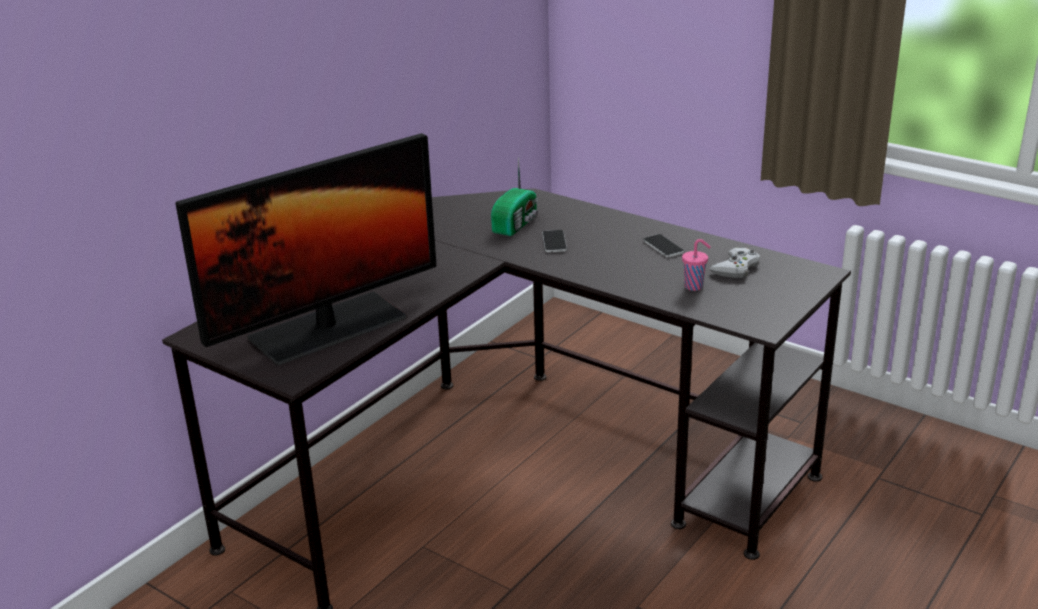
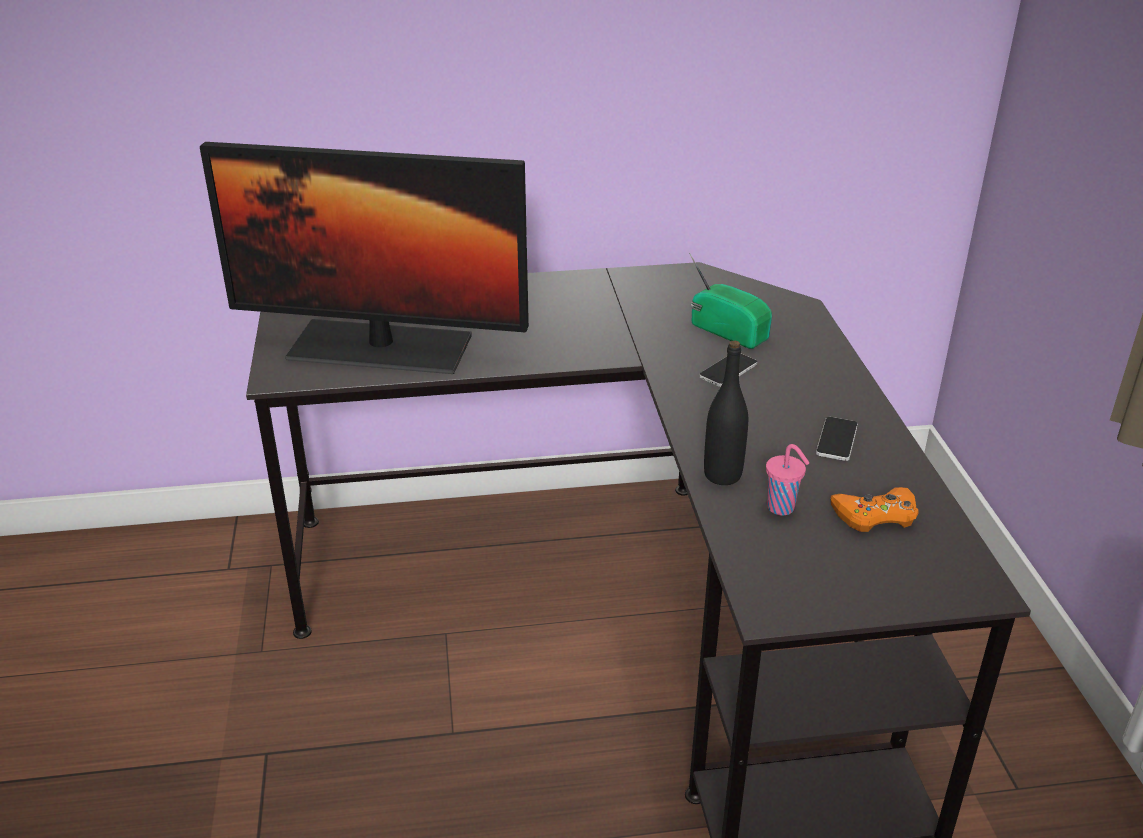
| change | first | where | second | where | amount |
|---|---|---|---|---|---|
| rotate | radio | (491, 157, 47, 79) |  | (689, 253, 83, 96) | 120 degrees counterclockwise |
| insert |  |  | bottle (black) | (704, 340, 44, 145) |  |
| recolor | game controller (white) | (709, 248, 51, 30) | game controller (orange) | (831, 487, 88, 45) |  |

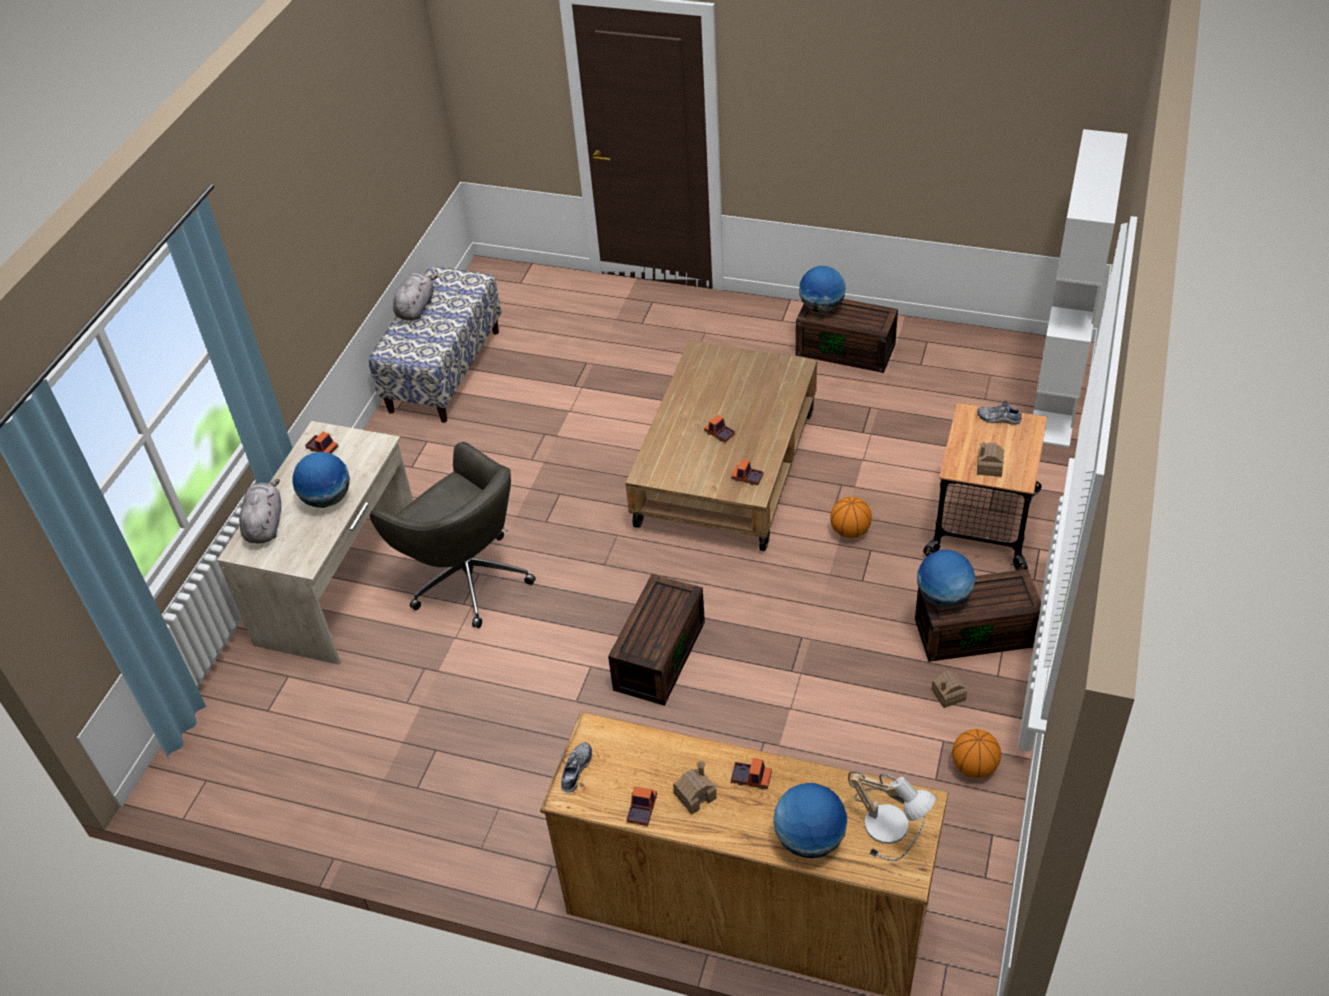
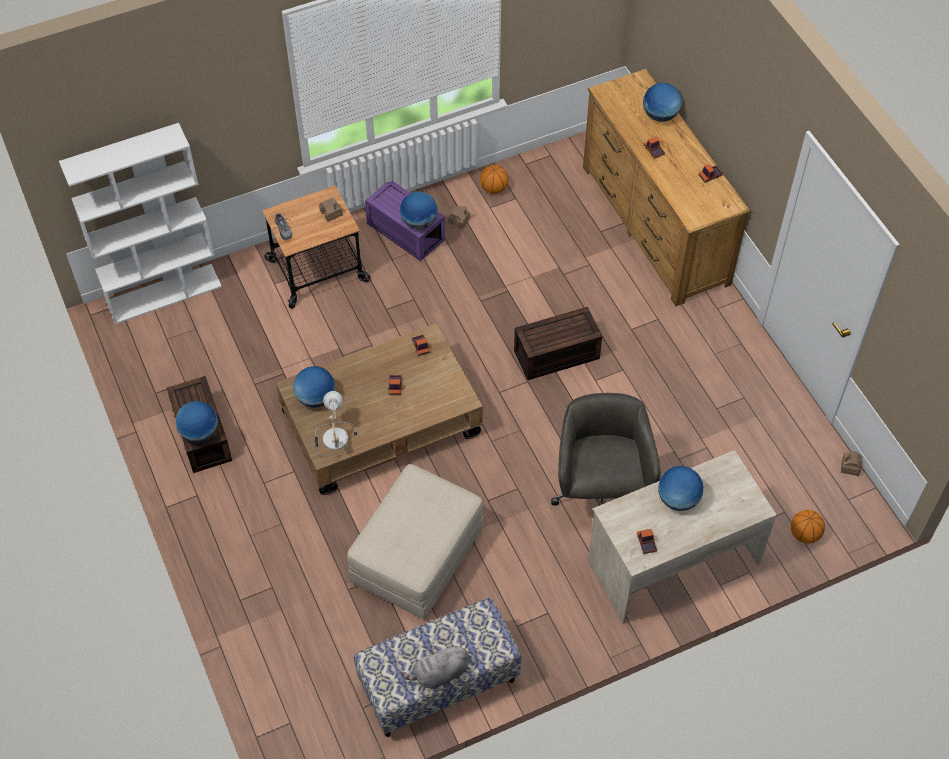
| change | first | where | second | where | amount |
|---|---|---|---|---|---|
| insert |  |  | globe | (293, 366, 42, 42) |  |
| move | table lamp | (848, 771, 88, 90) |  | (314, 391, 43, 66) |  |
| insert |  |  | ottoman (beige) | (347, 464, 136, 156) |  |
| recolor | storage box (brown) | (915, 569, 126, 93) | storage box (purple) | (365, 181, 80, 80) |  |
| move | basketball | (830, 497, 42, 41) |  | (791, 510, 34, 34) |  |
| move | toy house | (673, 761, 44, 54) |  | (841, 451, 22, 25) |  |
| delete | plush toy (grey) | (239, 479, 42, 65) |  |  |  |
| delete | shoe | (561, 742, 31, 50) |  |  |  |

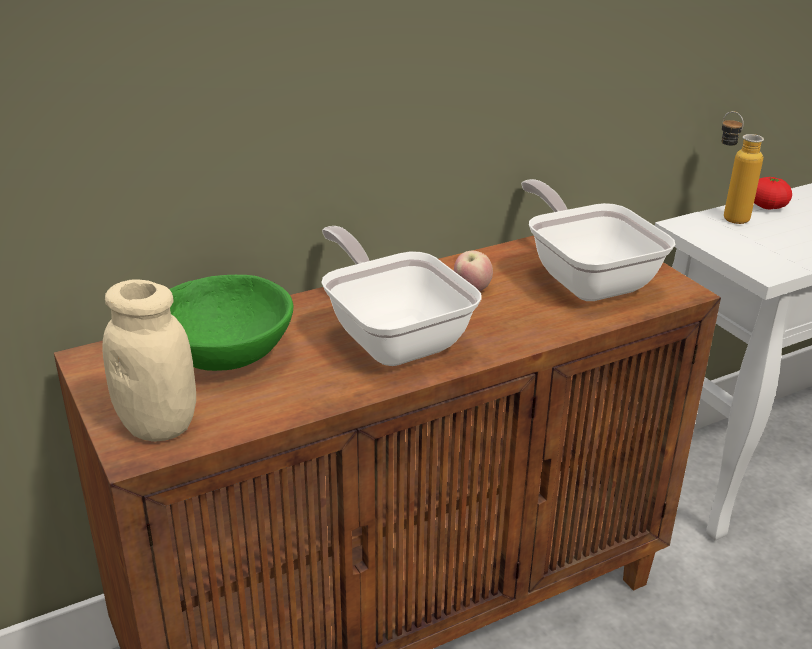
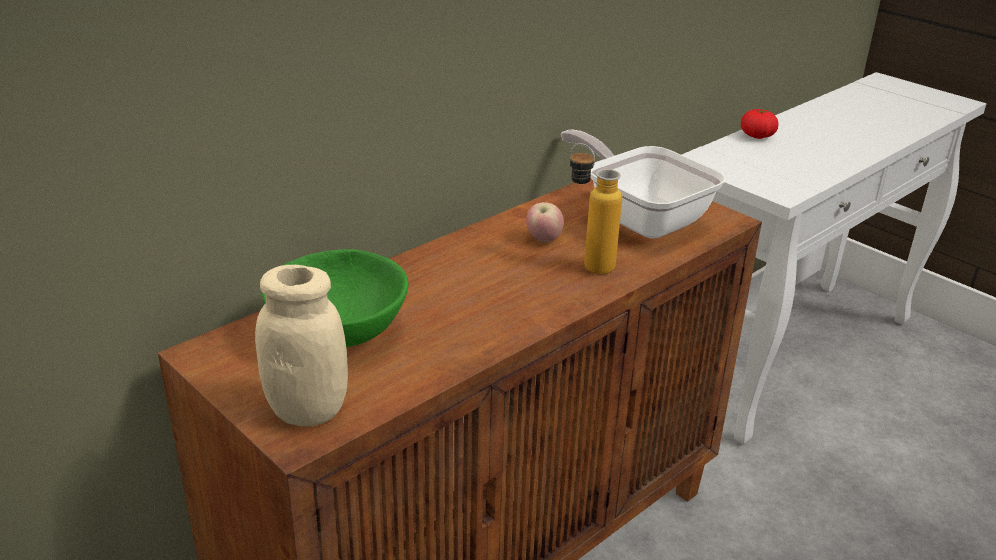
| change | first | where | second | where | amount |
|---|---|---|---|---|---|
| move | bottle | (721, 111, 43, 113) |  | (570, 143, 52, 132) |  |
| delete | frying pan | (321, 226, 161, 140) |  |  |  |

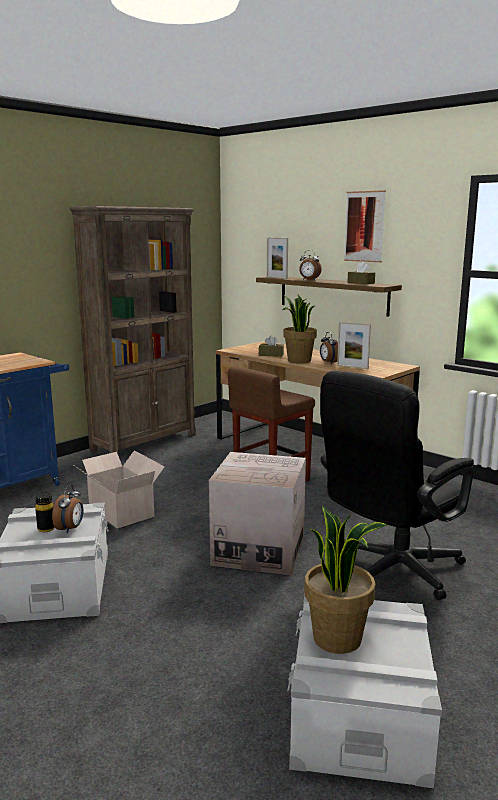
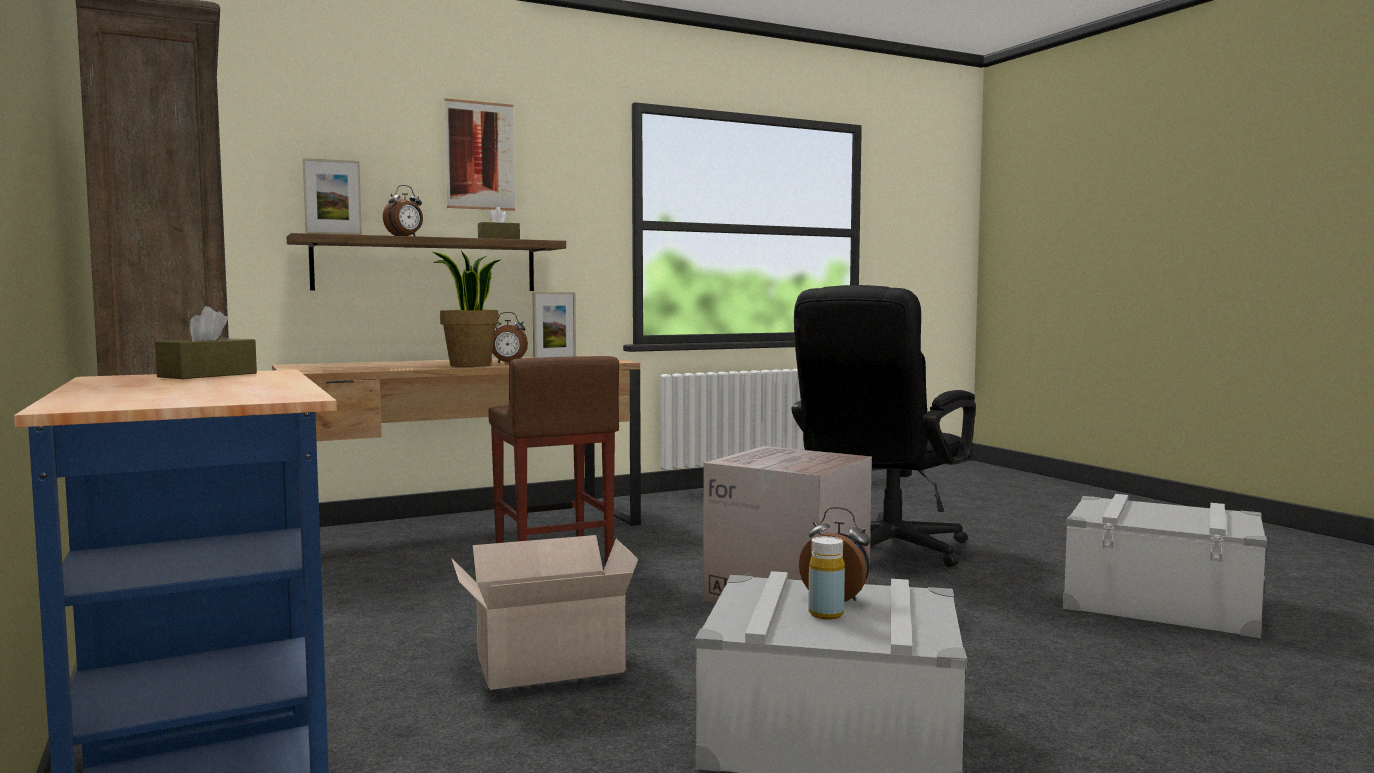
| change | first | where | second | where | amount |
|---|---|---|---|---|---|
| move | tissue box (brown) | (259, 335, 25, 22) |  | (155, 306, 102, 73) |  |
| rotate | office chair (black) | (320, 371, 154, 229) |  | (791, 285, 185, 282) | 60 degrees clockwise |
| recolor | bottle (black) | (35, 492, 20, 40) | bottle (yellow) | (808, 536, 37, 84) |  |
| delete | potted plant | (304, 506, 83, 148) |  |  |  |

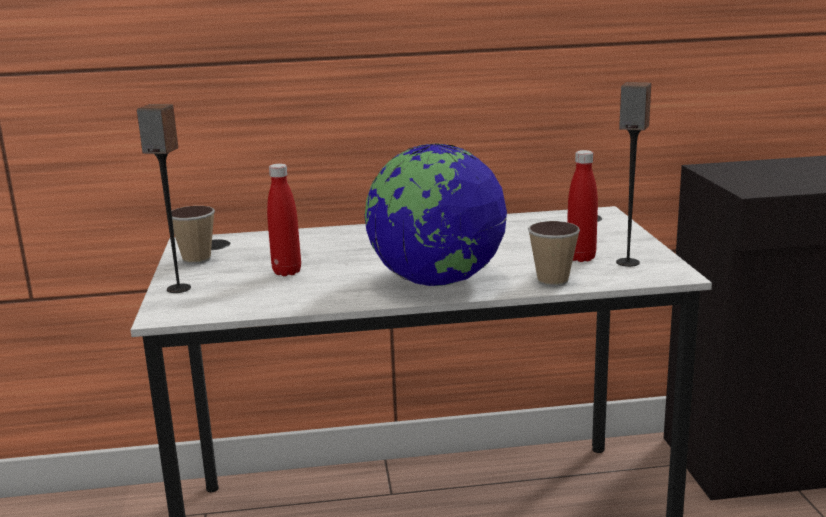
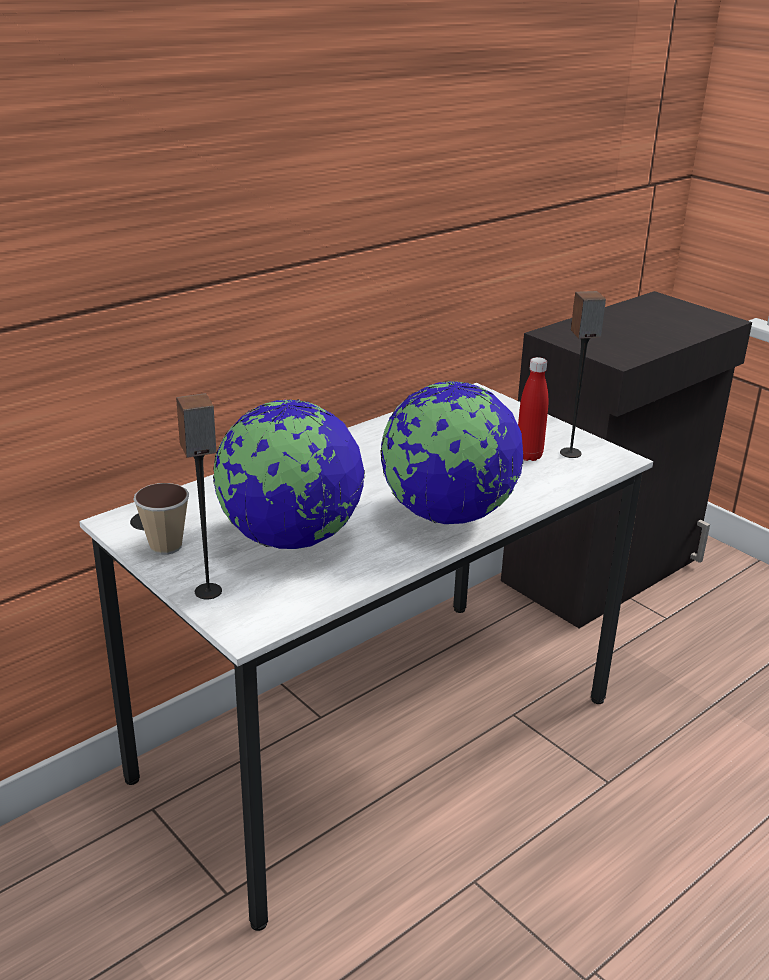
| change | first | where | second | where | amount |
|---|---|---|---|---|---|
| replace | bottle (red) | (267, 164, 34, 112) | globe | (213, 399, 152, 150) |  |
| delete | cup | (528, 221, 52, 66) |  |  |  |

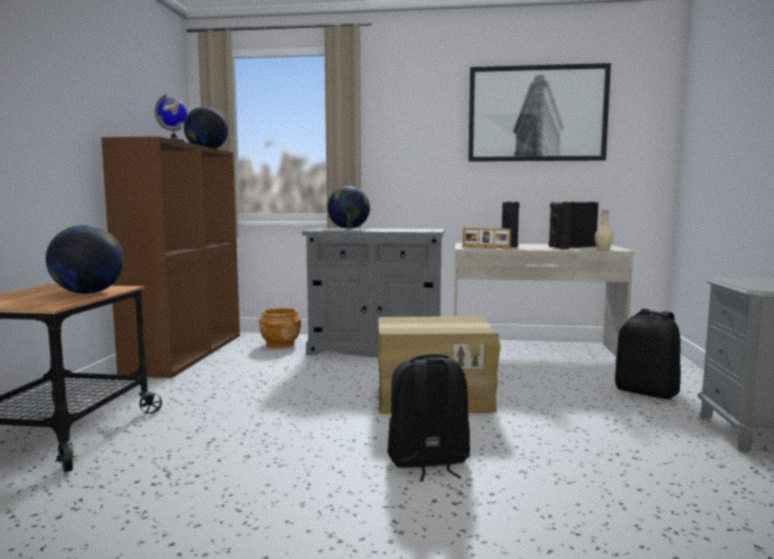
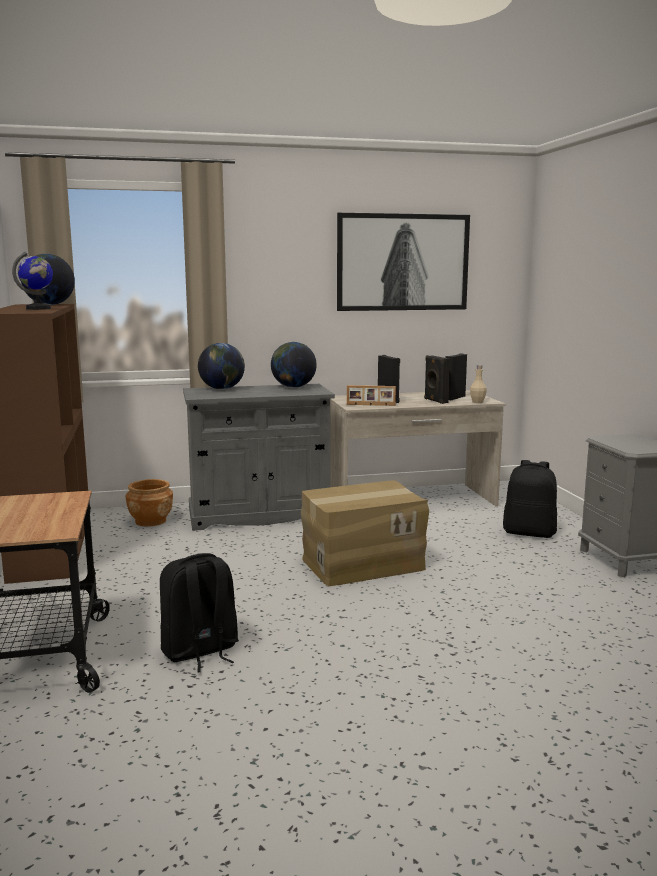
| change | first | where | second | where | amount |
|---|---|---|---|---|---|
| move | backpack (black) | (387, 354, 83, 128) |  | (160, 553, 79, 120) |  |
| move | globe | (46, 225, 78, 69) |  | (271, 342, 46, 46) |  |

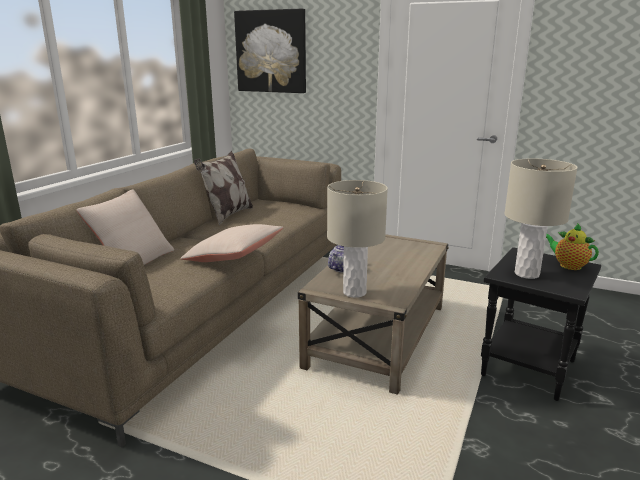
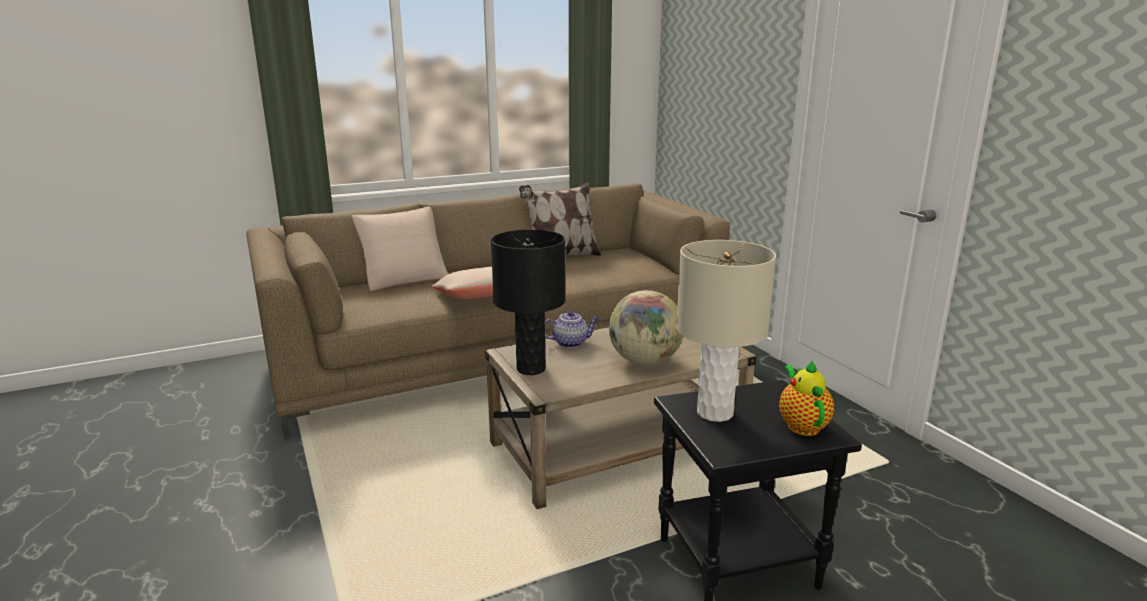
| change | first | where | second | where | amount |
|---|---|---|---|---|---|
| recolor | table lamp (beige) | (327, 180, 61, 118) | table lamp (black) | (491, 229, 74, 146) |  |
| insert |  |  | globe | (609, 290, 74, 75) |  |
| delete | picture | (234, 9, 72, 84) |  |  |  |

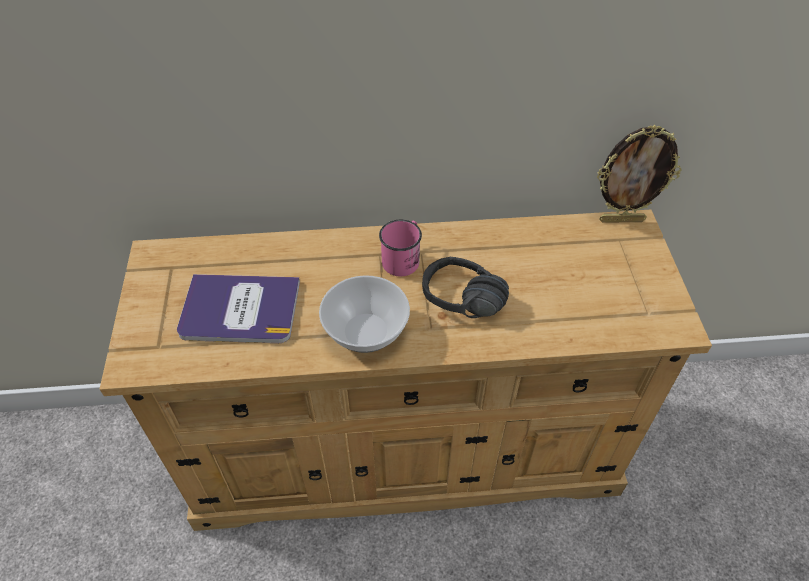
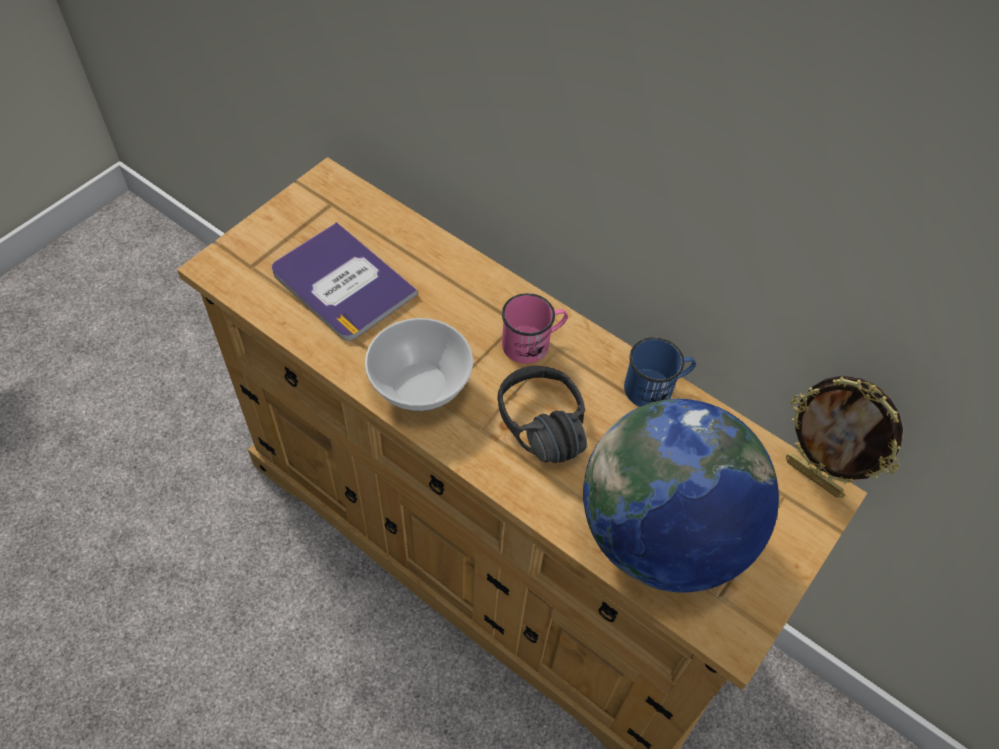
| change | first | where | second | where | amount |
|---|---|---|---|---|---|
| insert |  |  | globe | (583, 399, 196, 193) |  |
| insert |  |  | mug (blue) | (624, 337, 72, 70) |  |

